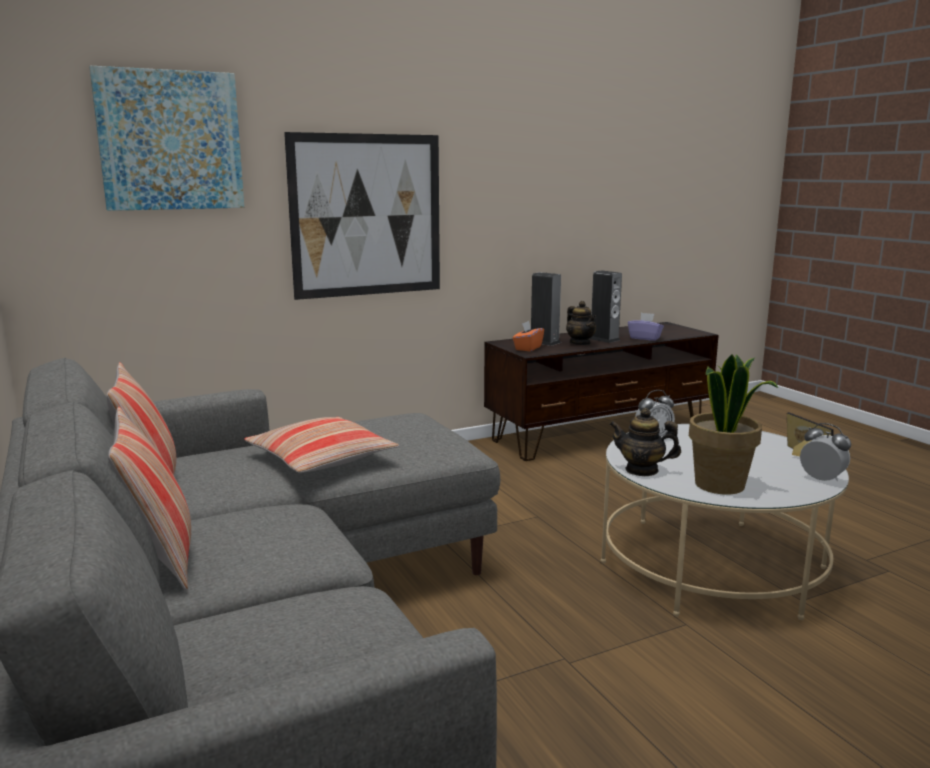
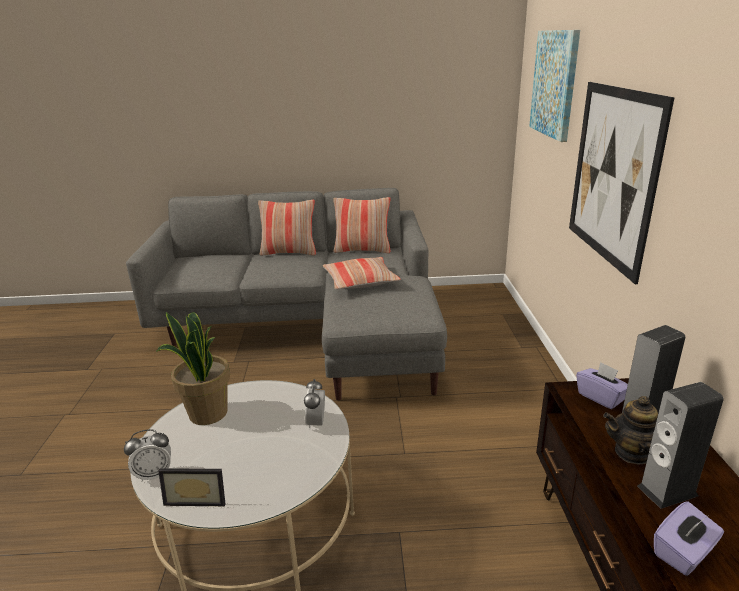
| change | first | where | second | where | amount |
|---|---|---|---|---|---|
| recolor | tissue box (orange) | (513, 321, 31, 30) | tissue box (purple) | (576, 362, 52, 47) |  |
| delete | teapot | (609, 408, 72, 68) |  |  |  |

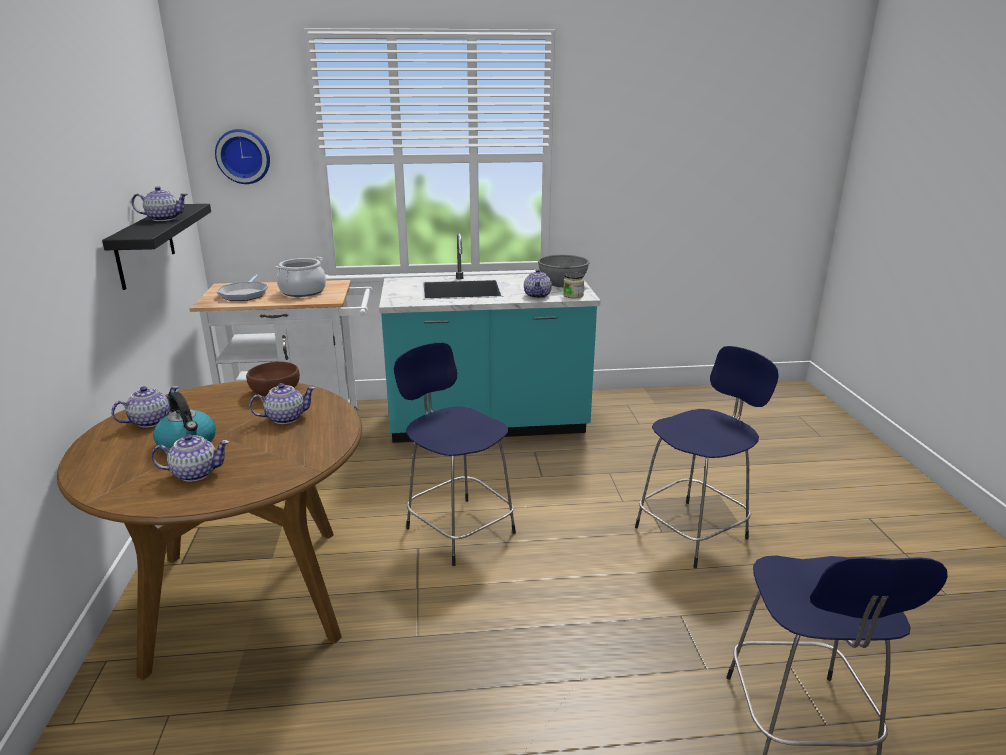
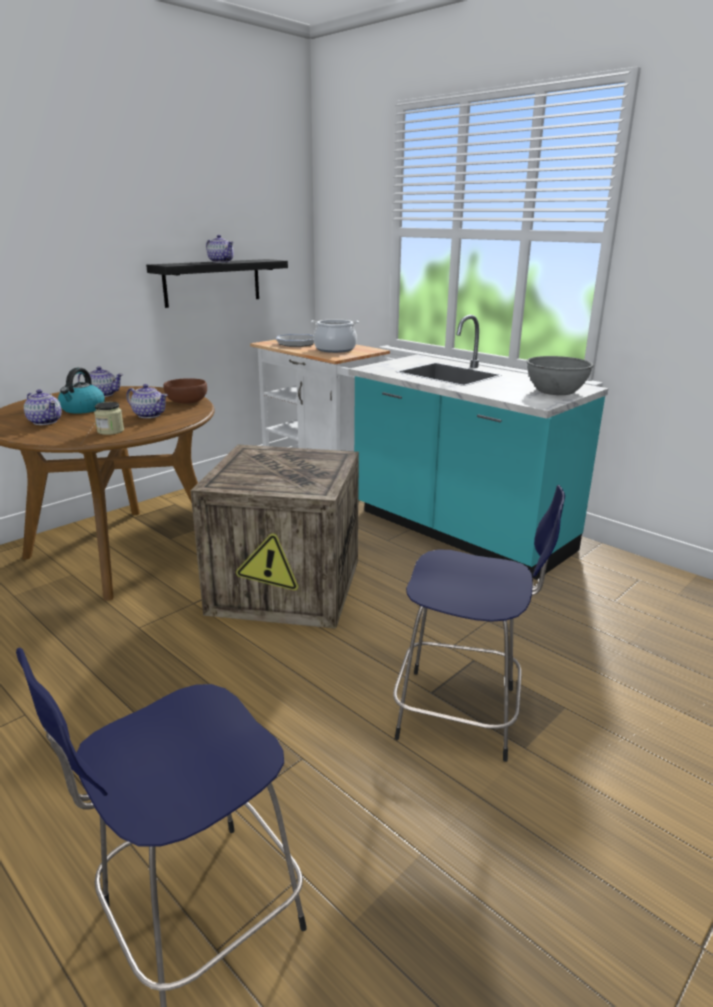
| change | first | where | second | where | amount |
|---|---|---|---|---|---|
| move | jar | (563, 272, 21, 26) |  | (94, 402, 30, 33) |  |
| replace | stool (blue) | (394, 342, 122, 224) | crate | (190, 445, 169, 184) |  |
| delete | wall clock | (215, 129, 55, 55) |  |  |  |
| delete | teapot | (524, 269, 28, 30) |  |  |  |

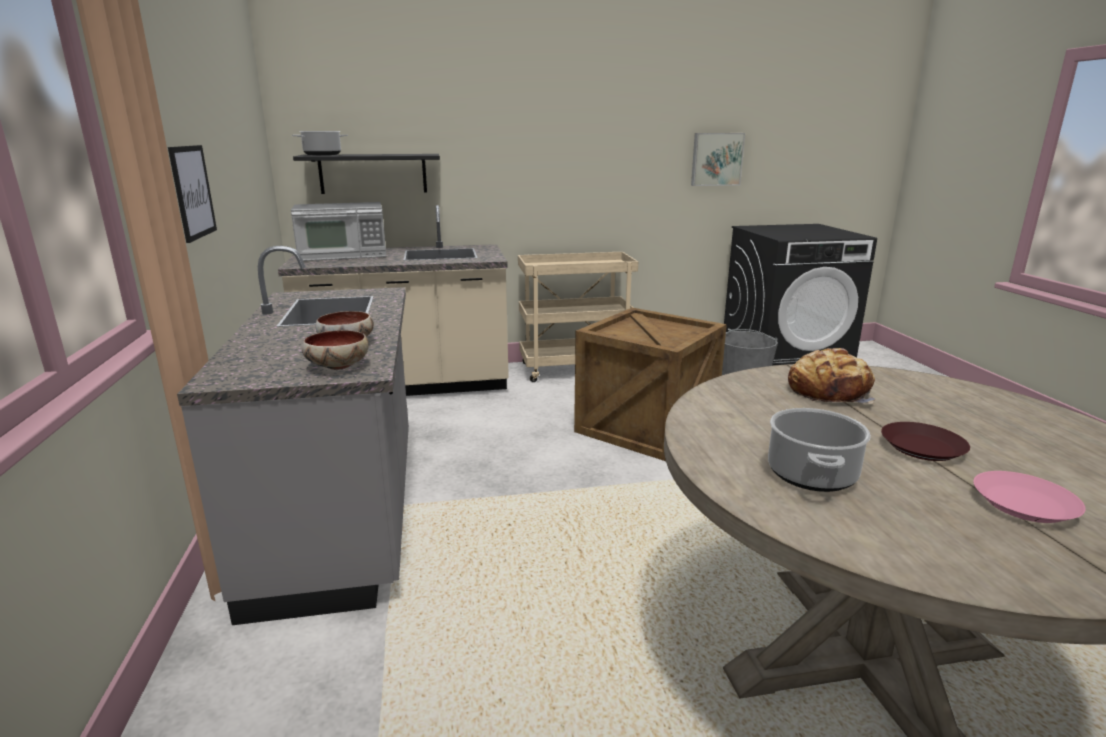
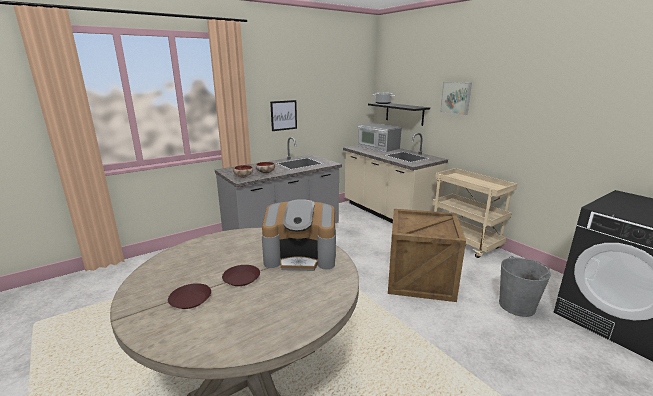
| change | first | where | second | where | amount |
|---|---|---|---|---|---|
| recolor | plate (pink) | (973, 471, 113, 52) | plate (brown) | (168, 283, 43, 26) |  |
| replace | bread | (788, 348, 87, 56) | coffee machine | (262, 199, 74, 72) |  |
| move | picture | (691, 133, 54, 53) |  | (440, 82, 32, 33) |  |
| delete | cooking pot | (768, 408, 103, 84) |  |  |  |

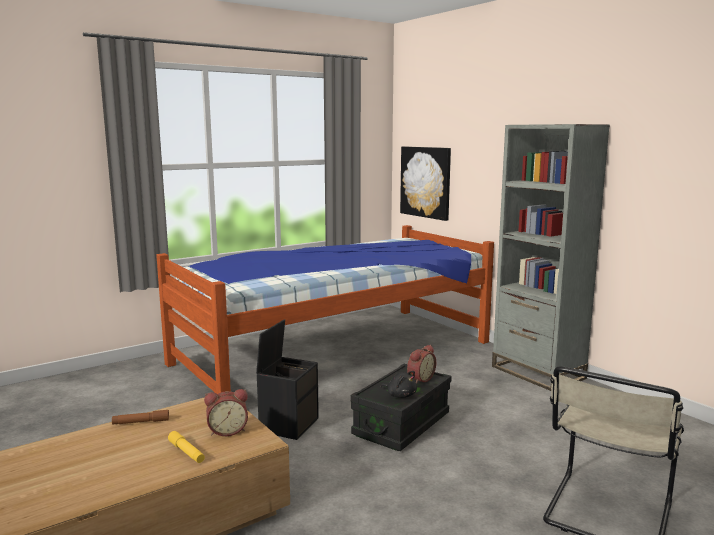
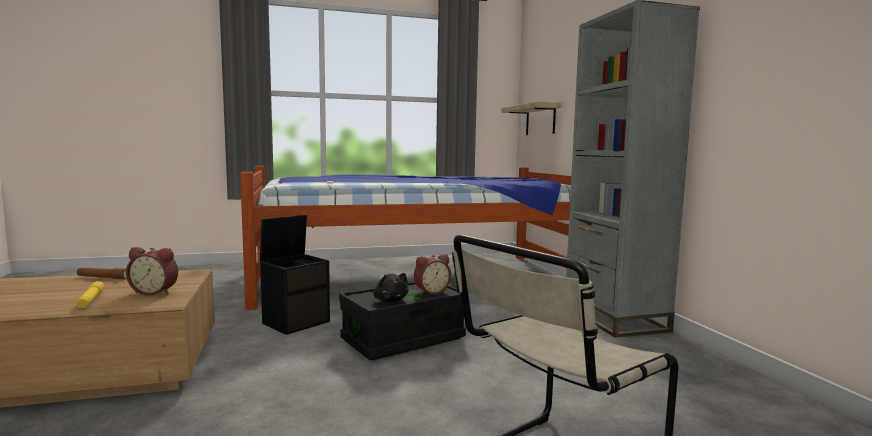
| change | first | where | second | where | amount |
|---|---|---|---|---|---|
| replace | picture | (400, 147, 51, 74) | shelf | (501, 101, 61, 34) |  |

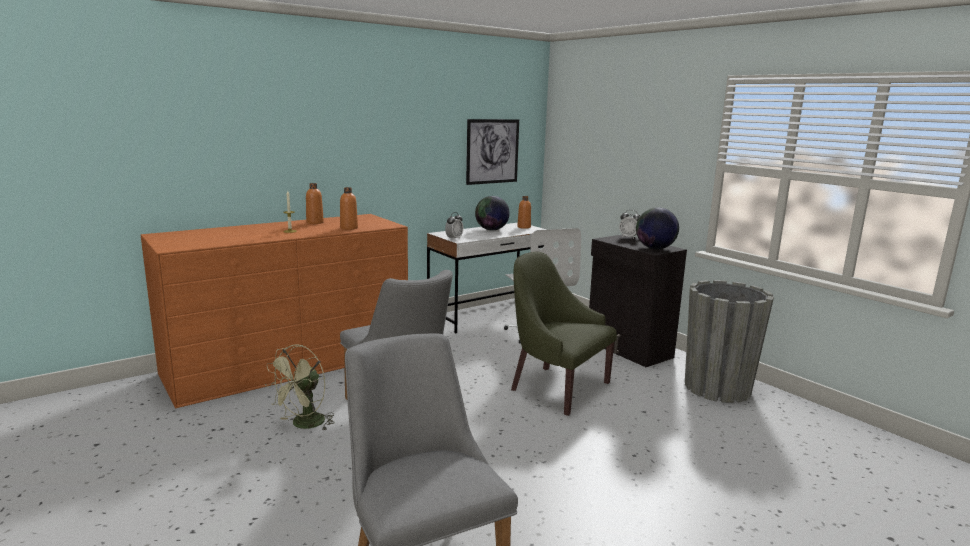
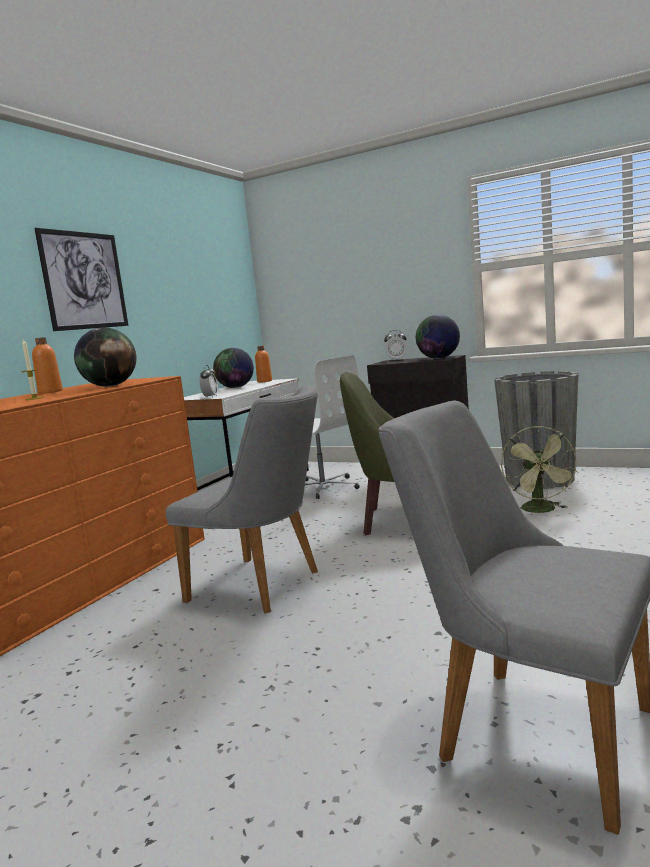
| change | first | where | second | where | amount |
|---|---|---|---|---|---|
| move | picture | (466, 119, 53, 66) |  | (34, 228, 94, 103) |  |
| replace | bottle (orange) | (340, 187, 18, 43) | globe | (74, 327, 62, 60) |  |
| move | fan (green) | (265, 344, 69, 86) |  | (501, 426, 78, 87) |  |

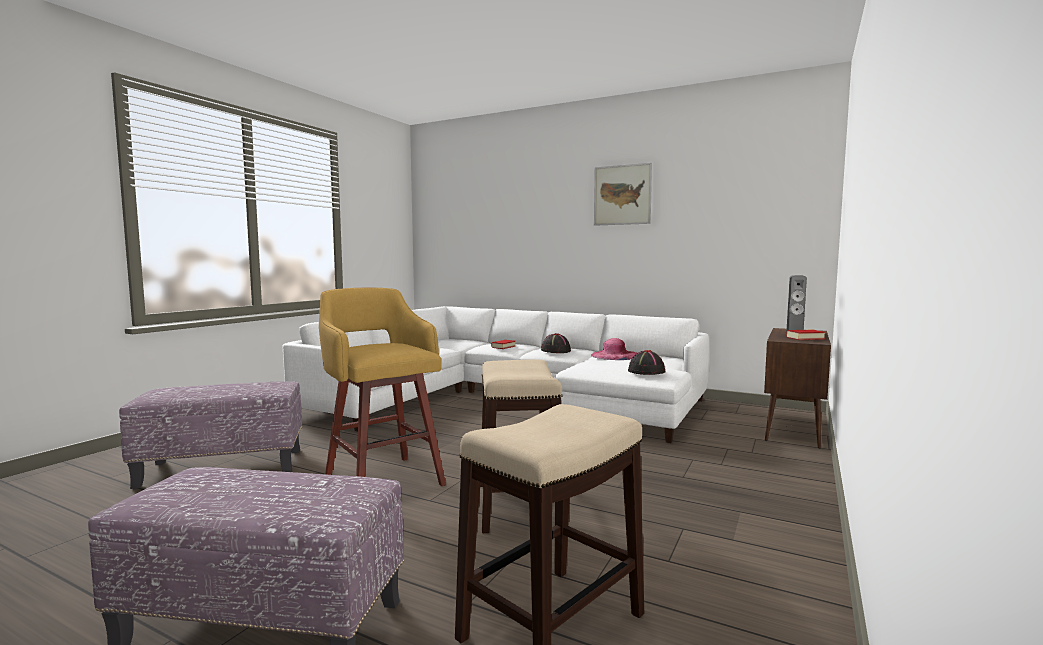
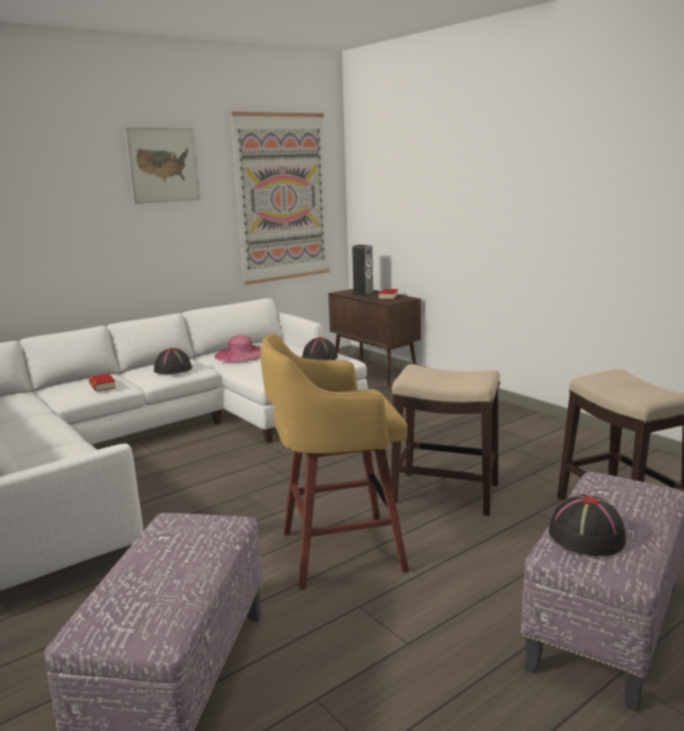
| change | first | where | second | where | amount |
|---|---|---|---|---|---|
| insert |  |  | picture | (230, 112, 100, 173) |  |
| insert |  |  | hat (black) | (549, 494, 77, 62) |  |

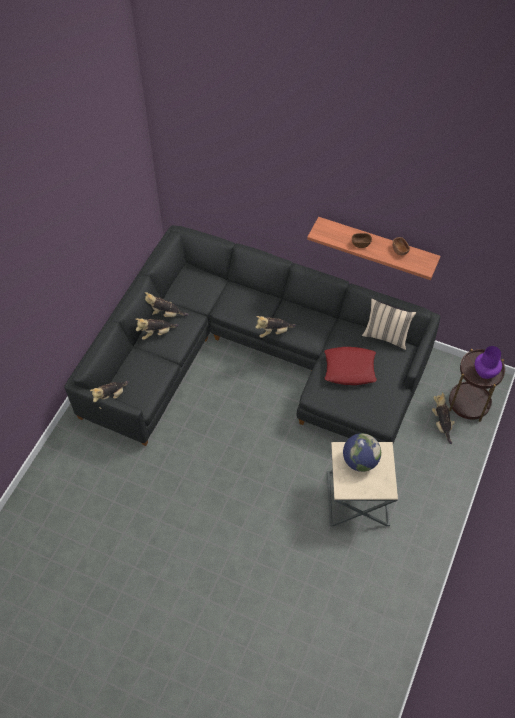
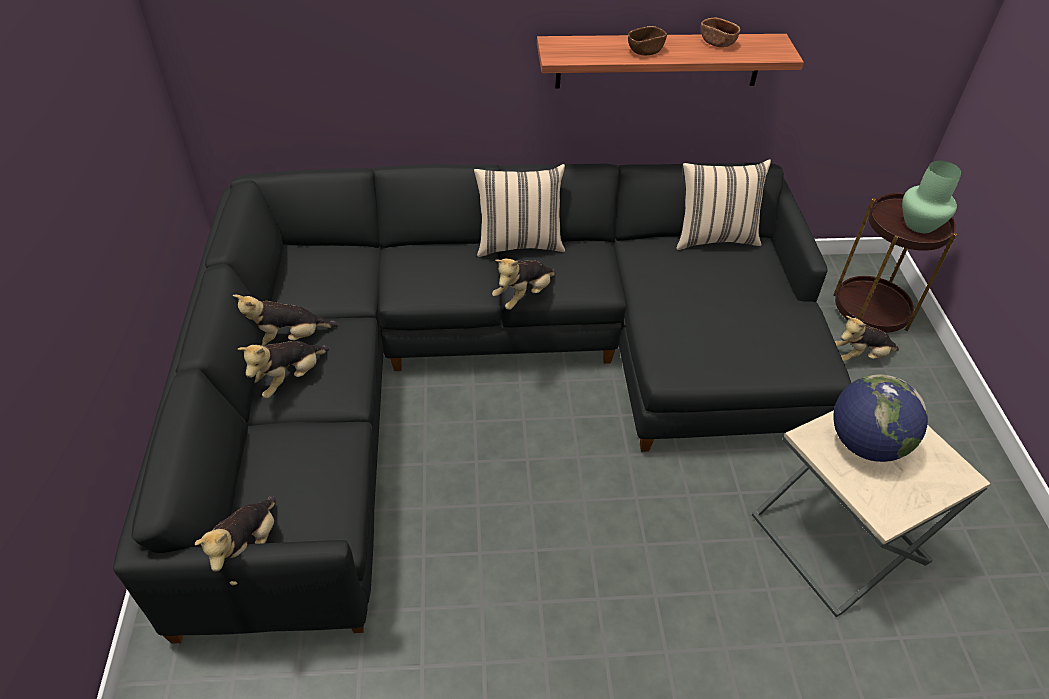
| change | first | where | second | where | amount |
|---|---|---|---|---|---|
| insert |  |  | pillow (beige) | (474, 164, 91, 93) |  |
| rotate | plush toy | (432, 392, 23, 52) |  | (835, 316, 64, 46) | 60 degrees counterclockwise |
| recolor | vase (purple) | (475, 346, 27, 33) | vase (green) | (902, 161, 59, 72) |  |
| delete | pillow (red) | (324, 347, 53, 38) |  |  |  |

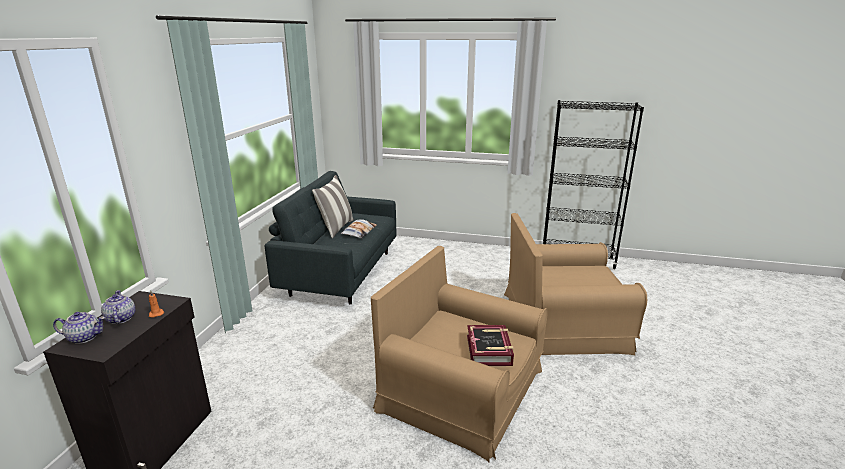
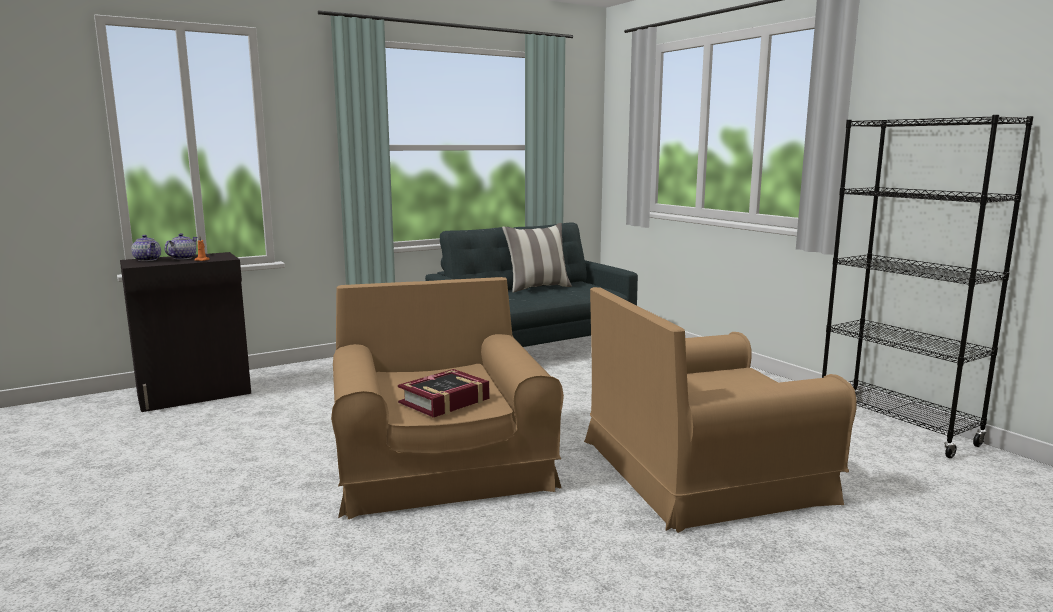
| change | first | where | second | where | amount |
|---|---|---|---|---|---|
| rotate | armchair (brown) | (504, 213, 143, 142) |  | (584, 287, 273, 246) | 60 degrees counterclockwise |
| delete | pillow | (341, 219, 36, 19) |  |  |  |

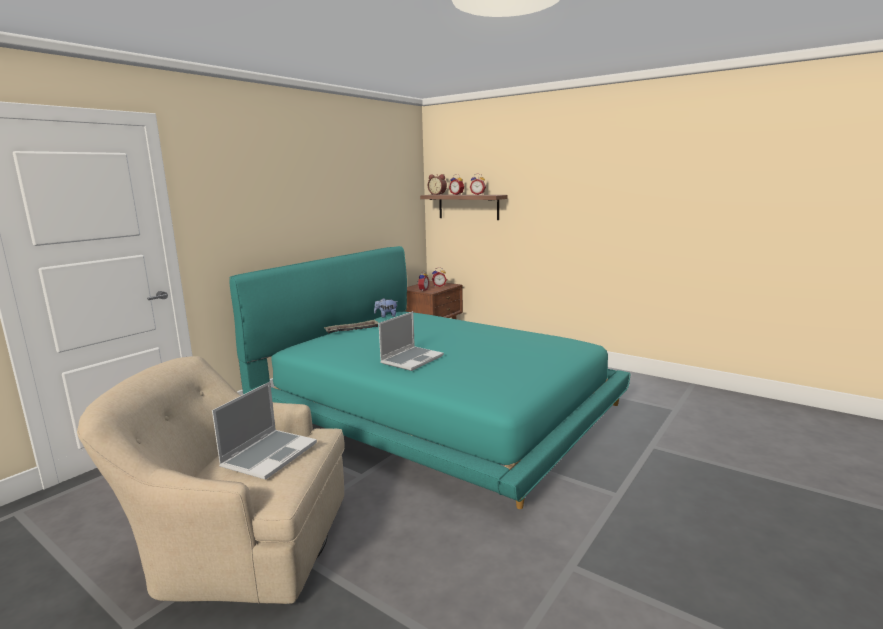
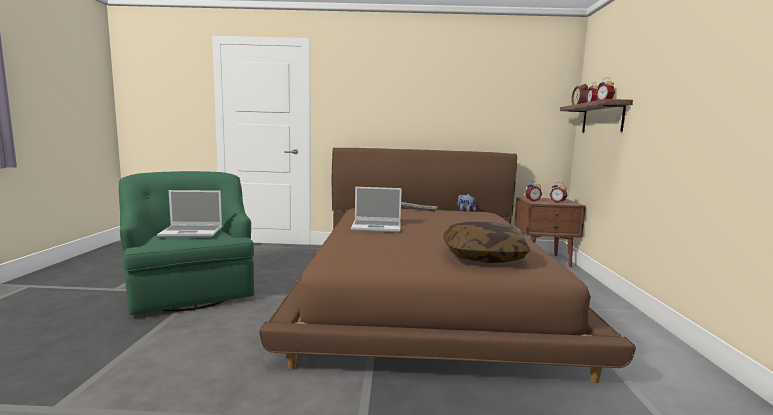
| change | first | where | second | where | amount |
|---|---|---|---|---|---|
| recolor | armchair (beige) | (77, 356, 267, 248) | armchair (green) | (119, 171, 135, 144) |  |
| recolor | bed (turquoise) | (229, 246, 401, 263) | bed (brown) | (259, 148, 377, 235) |  |
| insert |  |  | pillow | (443, 221, 88, 42) |  |

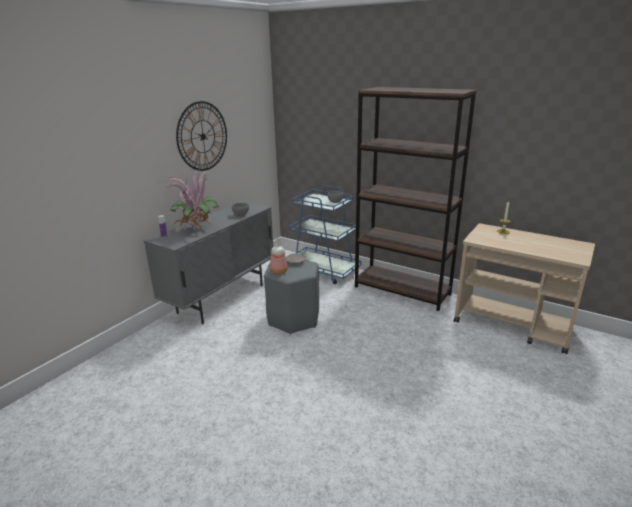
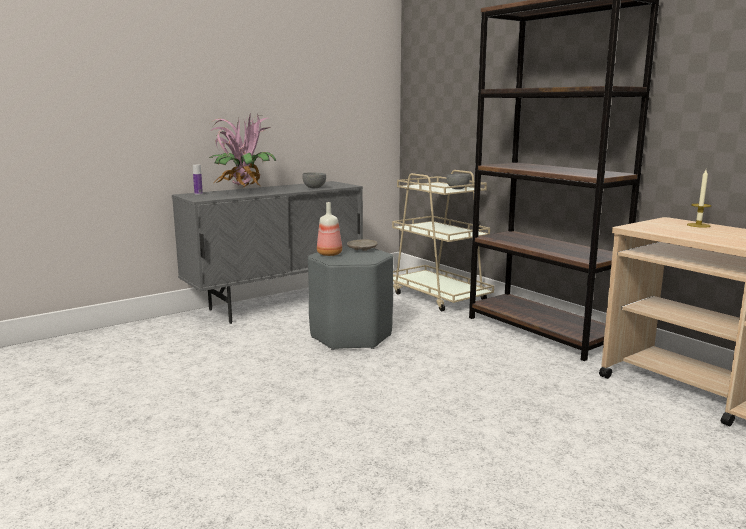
| change | first | where | second | where | amount |
|---|---|---|---|---|---|
| recolor | cart (blue) | (289, 186, 73, 98) | cart (beige) | (392, 170, 102, 141) |  |
| delete | wall clock | (176, 101, 51, 70) |  |  |  |

